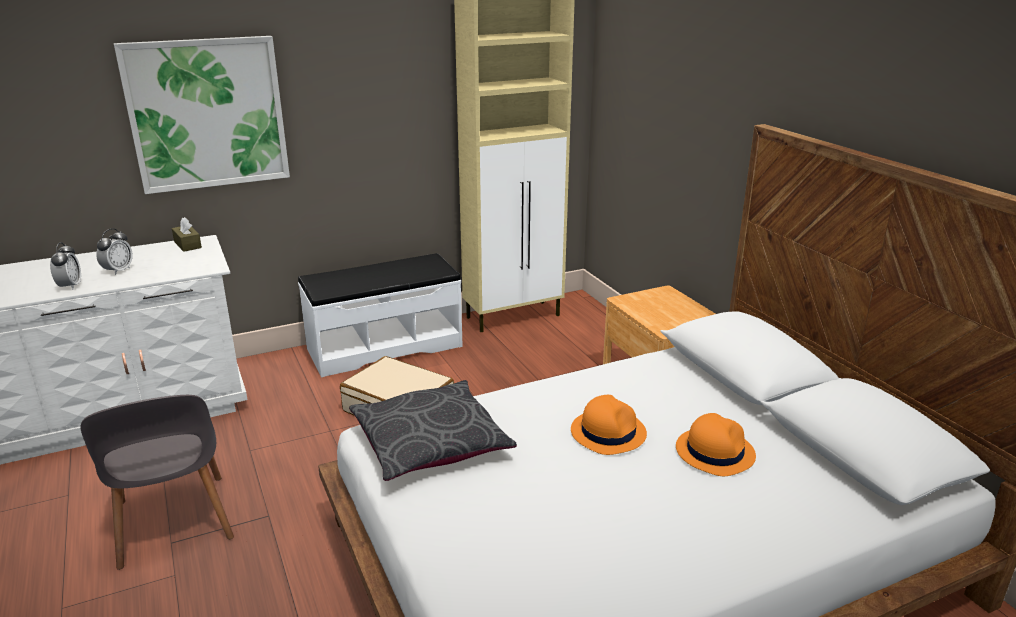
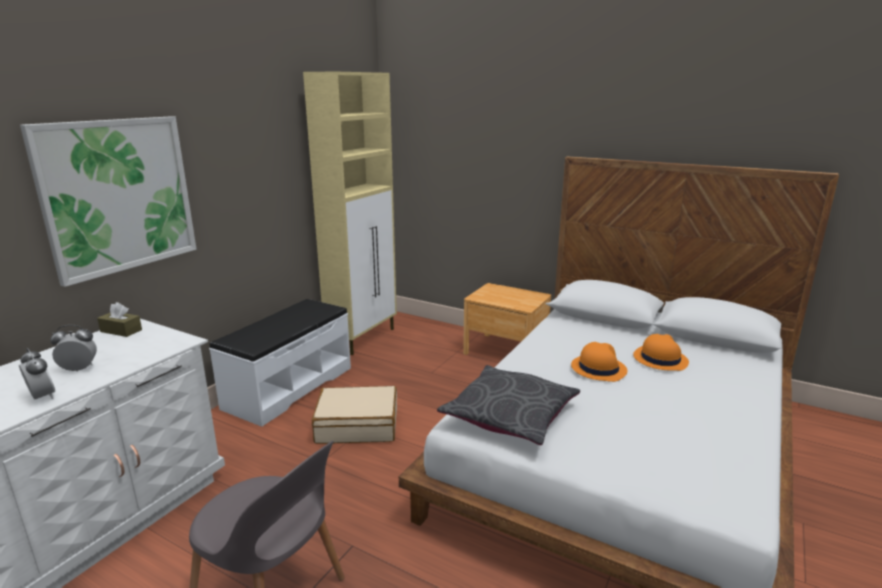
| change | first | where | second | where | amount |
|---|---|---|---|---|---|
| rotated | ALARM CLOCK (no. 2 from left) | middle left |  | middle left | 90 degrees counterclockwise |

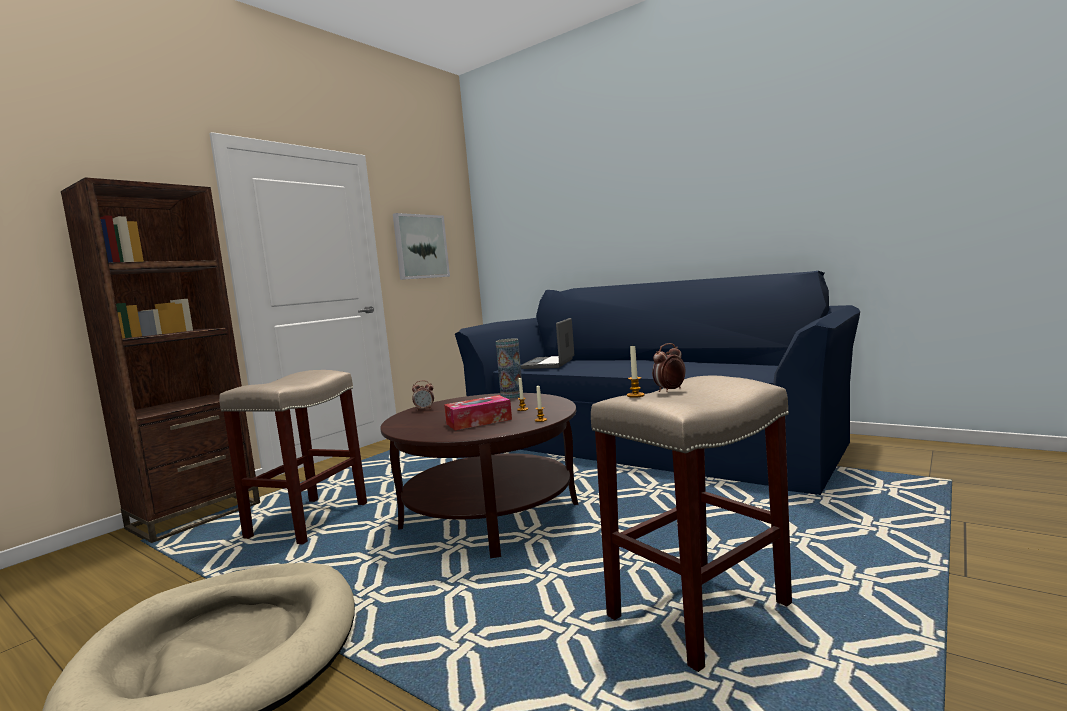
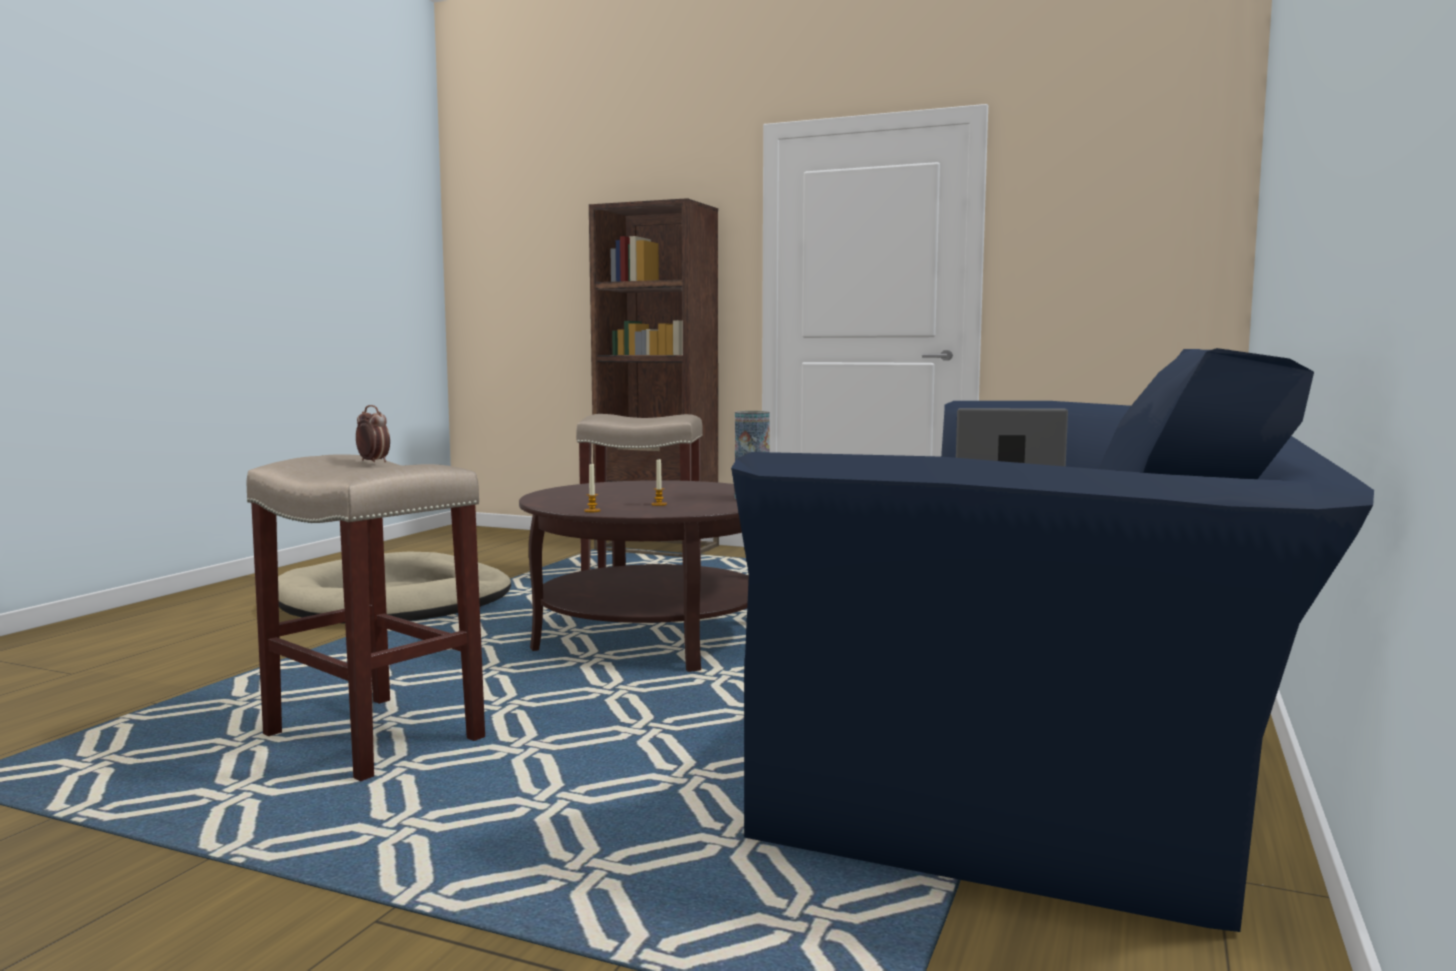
| change | first | where | second | where | amount |
|---|---|---|---|---|---|
| gone | PICTURE | centre |  |  |  |
| gone | ALARM CLOCK (no. 1 from left) | centre |  |  |  |
| gone | TISSUE BOX | centre |  |  |  |
| gone | CANDLE (no. 3 from left) | centre |  |  |  |

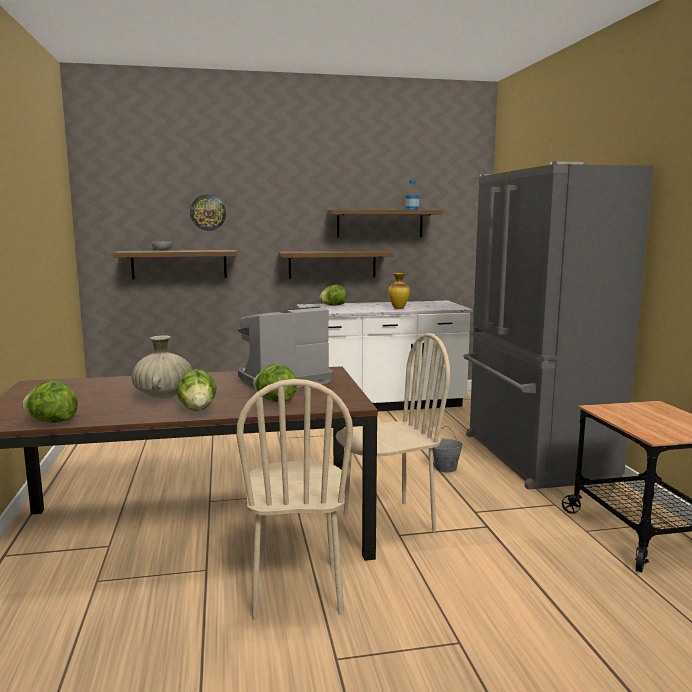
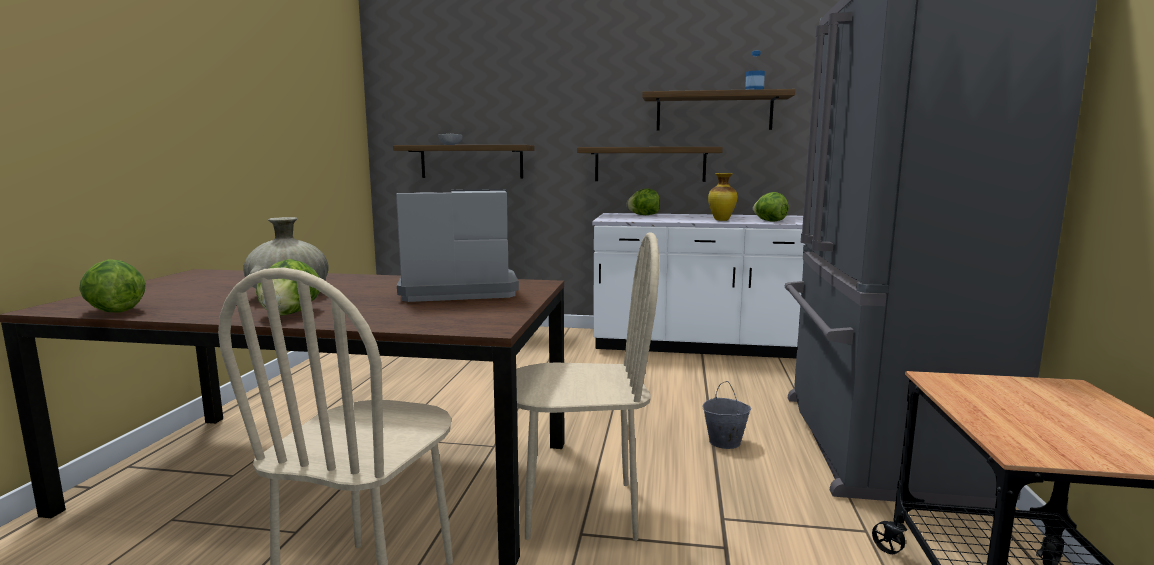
| change | first | where | second | where | amount |
|---|---|---|---|---|---|
| shifted | LETTUCE (no. 3 from left in the first image) | centre | LETTUCE (no. 4 from left) | middle right |  |
| gone | WALL CLOCK | top left |  |  |  |

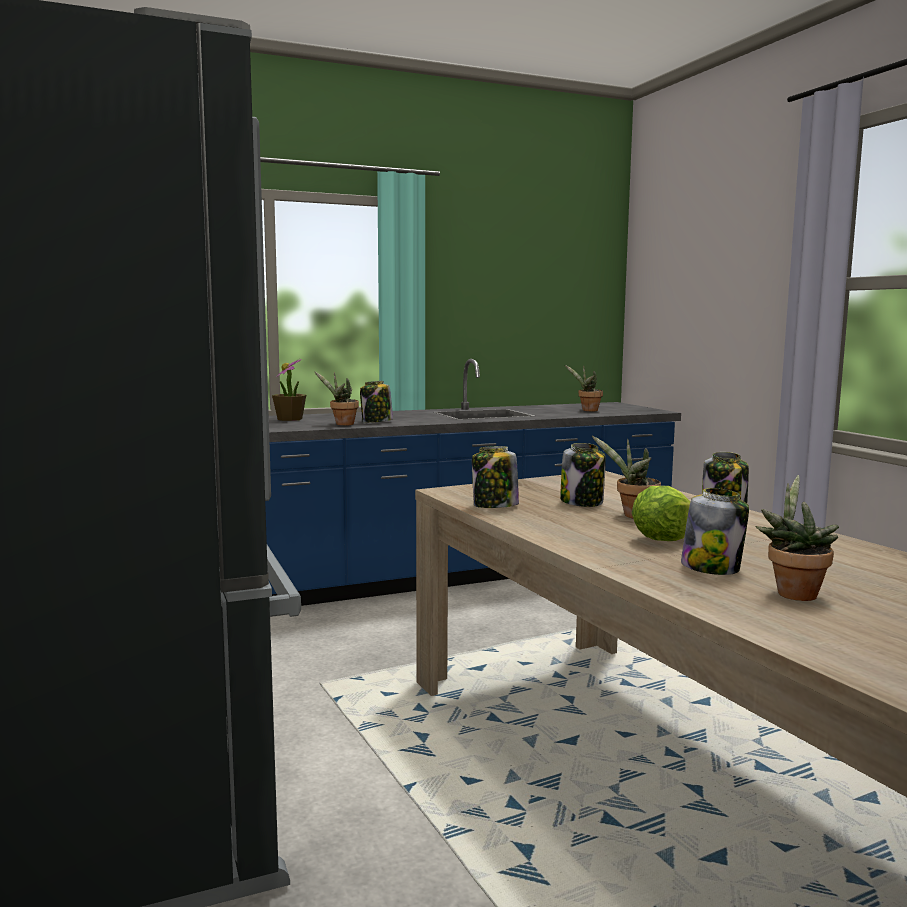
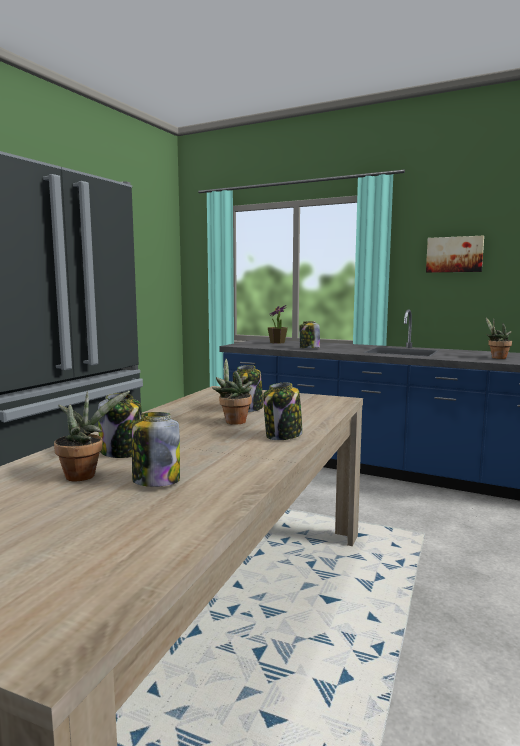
| change | first | where | second | where | amount |
|---|---|---|---|---|---|
| shifted | JAR (no. 2 from left) | centre |  | middle left |  |
| new |  |  | PICTURE | middle right |  |
| gone | POTTED PLANT (no. 2 from left) | centre |  |  |  |
| gone | LETTUCE | middle right |  |  |  |

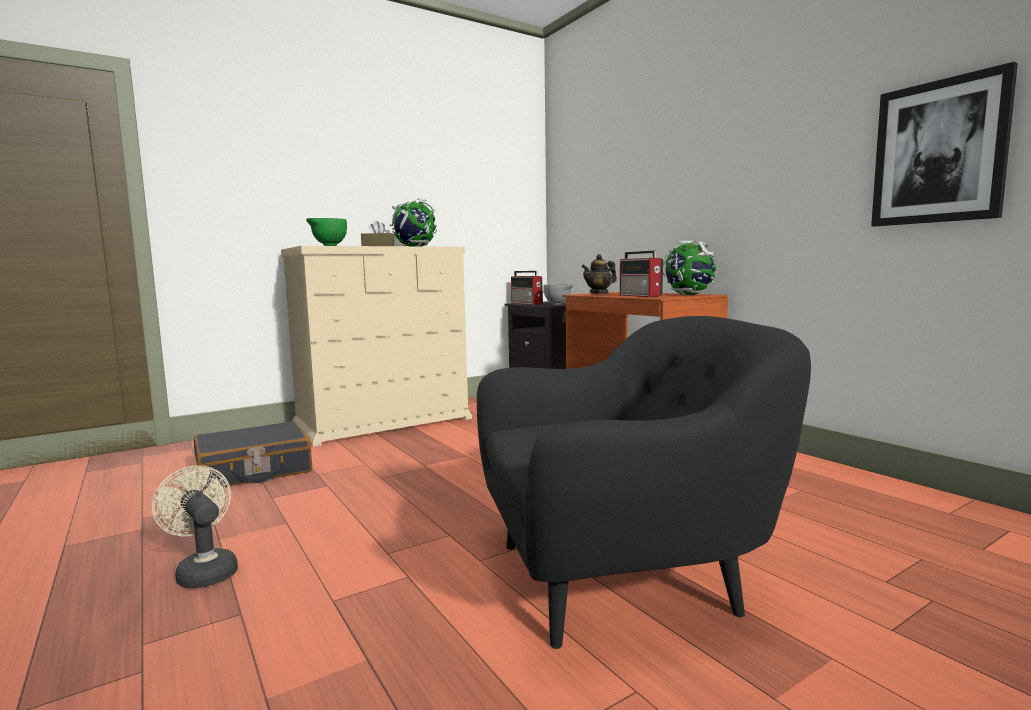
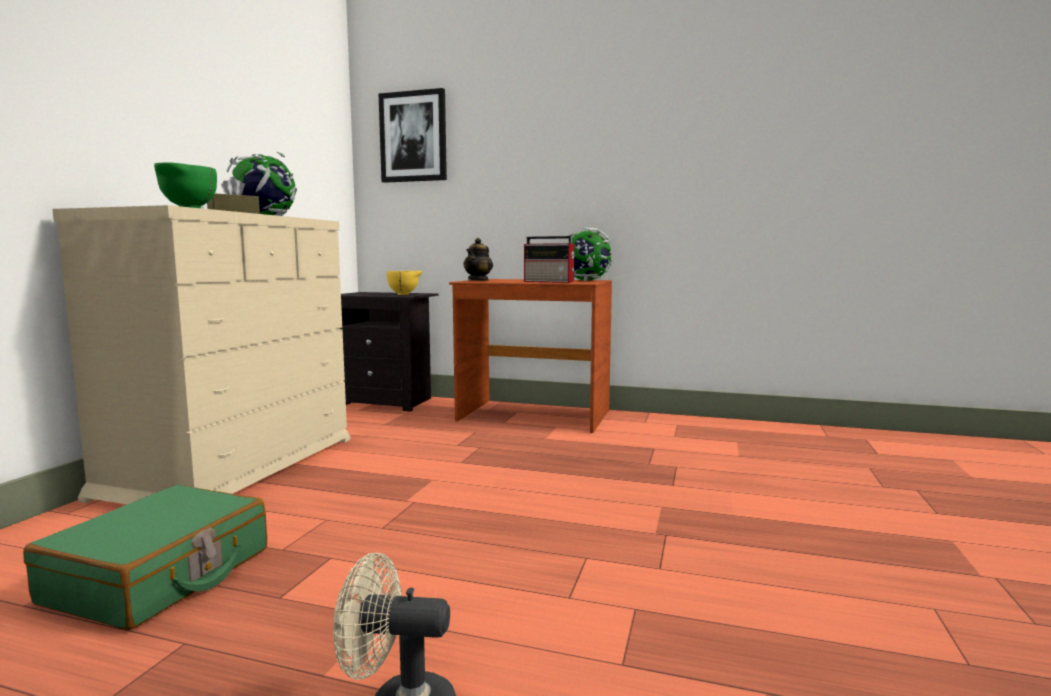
| change | first | where | second | where | amount |
|---|---|---|---|---|---|
| repainted | BLACK SUITCASE | middle left | GREEN SUITCASE | bottom left |  |
| shifted | PICTURE | top right |  | top centre |  |
| repainted | GREY BOWL | centre | YELLOW BOWL | centre |  |
| gone | BLACK ARMCHAIR | bottom centre |  |  |  |
| gone | RADIO (no. 1 from left) | centre |  |  |  |

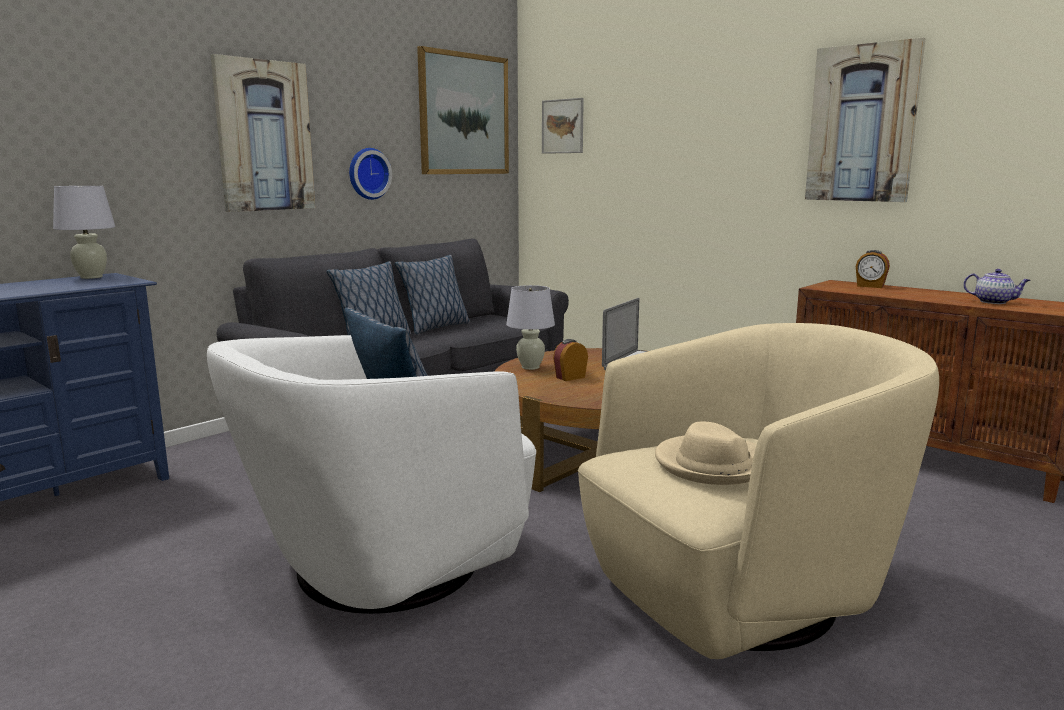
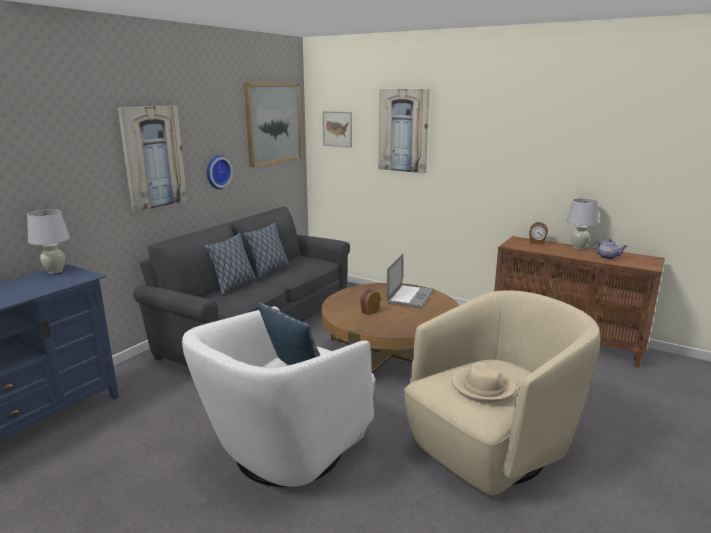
| change | first | where | second | where | amount |
|---|---|---|---|---|---|
| shifted | PICTURE (no. 4 from left) | top right |  | top centre |  |
| shifted | WHITE TABLE LAMP (no. 2 from left) | centre |  | middle right |  |

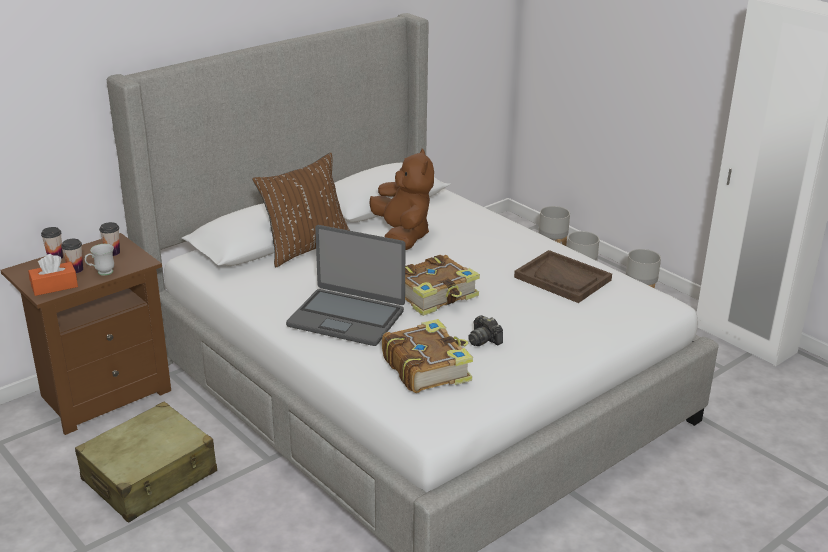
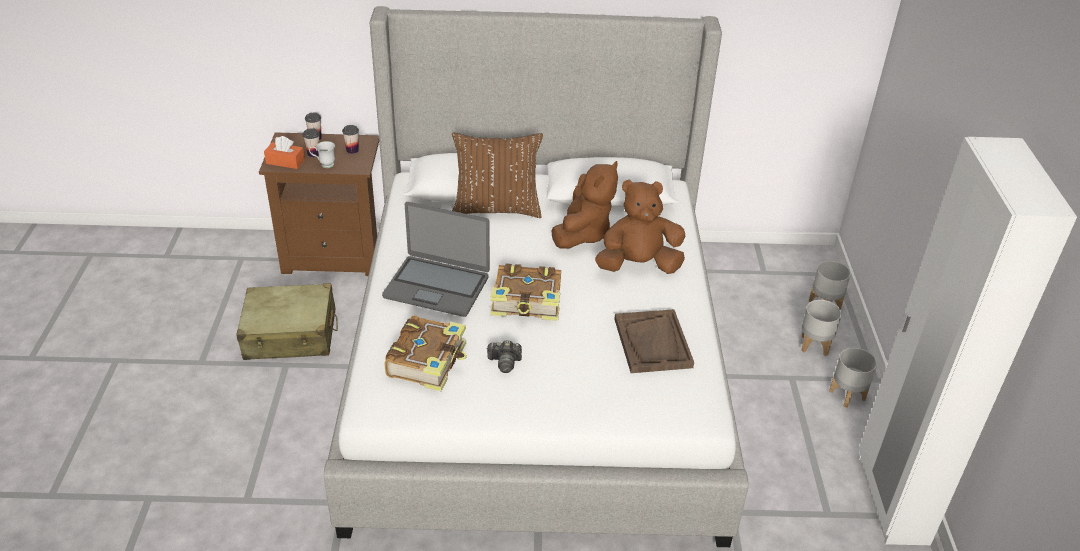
| change | first | where | second | where | amount |
|---|---|---|---|---|---|
| rotated | LAPTOP | centre |  | centre | 45 degrees counterclockwise |
| rotated | PHOTO CAMERA | centre |  | centre | 90 degrees counterclockwise |
| new |  |  | BROWN PLUSH TOY (no. 2 from left) | centre |  |

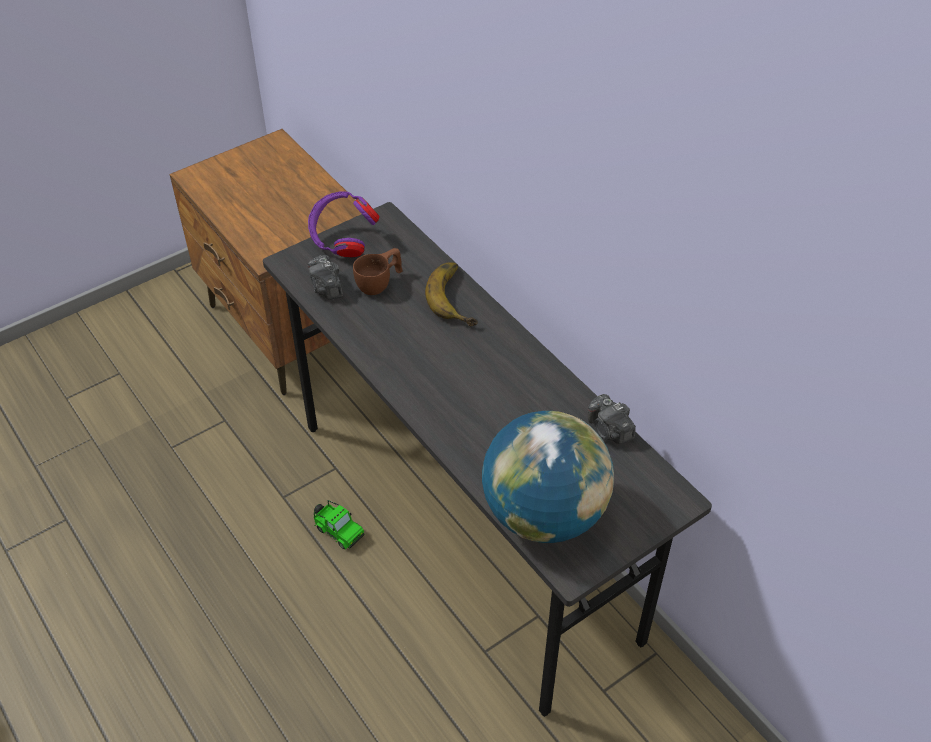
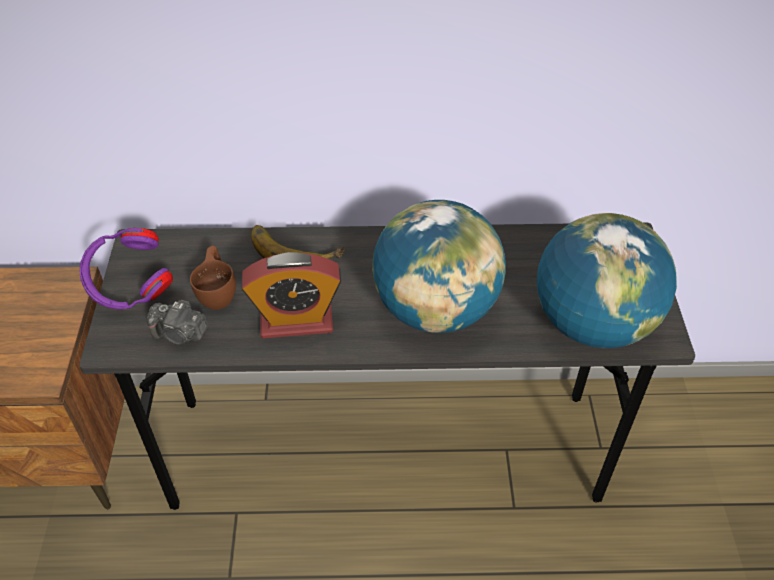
| change | first | where | second | where | amount |
|---|---|---|---|---|---|
| new |  |  | ALARM CLOCK | centre |  |
| new |  |  | GLOBE (no. 1 from left) | centre |  |
| gone | TOY CAR | bottom centre |  |  |  |
| gone | PHOTO CAMERA (no. 2 from left) | centre |  |  |  |

